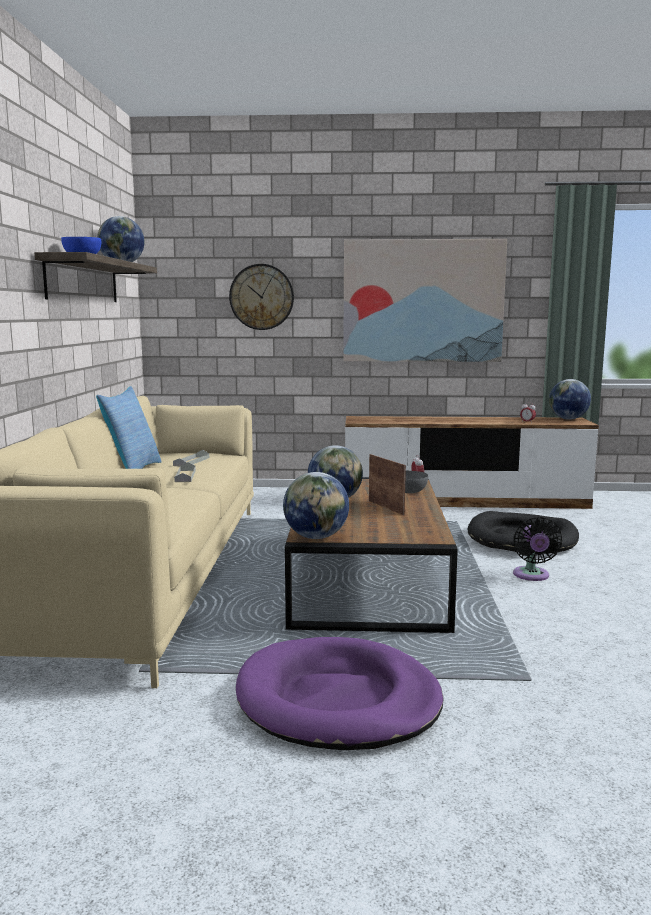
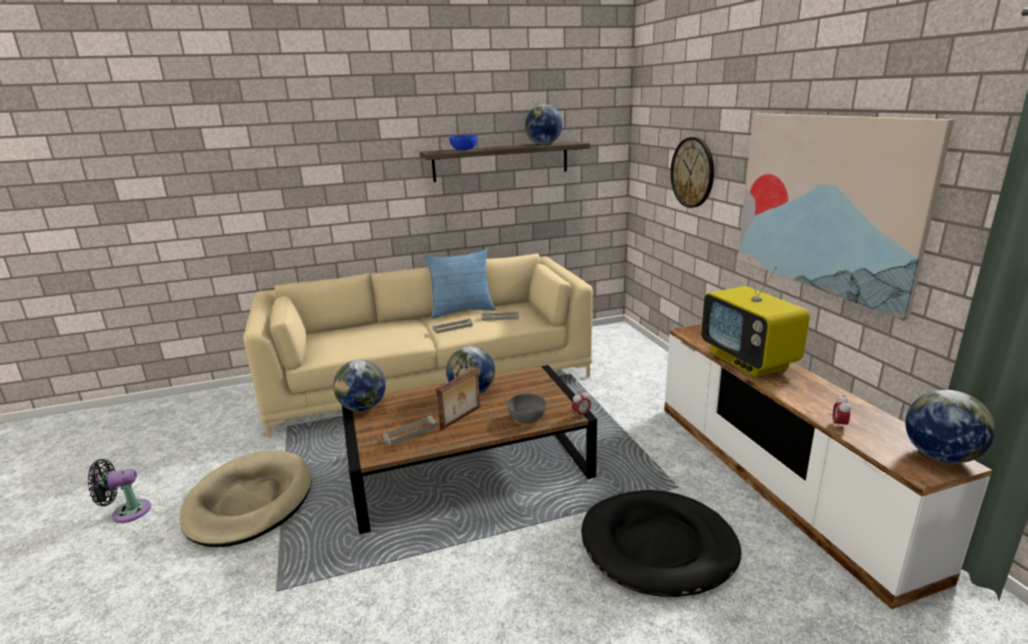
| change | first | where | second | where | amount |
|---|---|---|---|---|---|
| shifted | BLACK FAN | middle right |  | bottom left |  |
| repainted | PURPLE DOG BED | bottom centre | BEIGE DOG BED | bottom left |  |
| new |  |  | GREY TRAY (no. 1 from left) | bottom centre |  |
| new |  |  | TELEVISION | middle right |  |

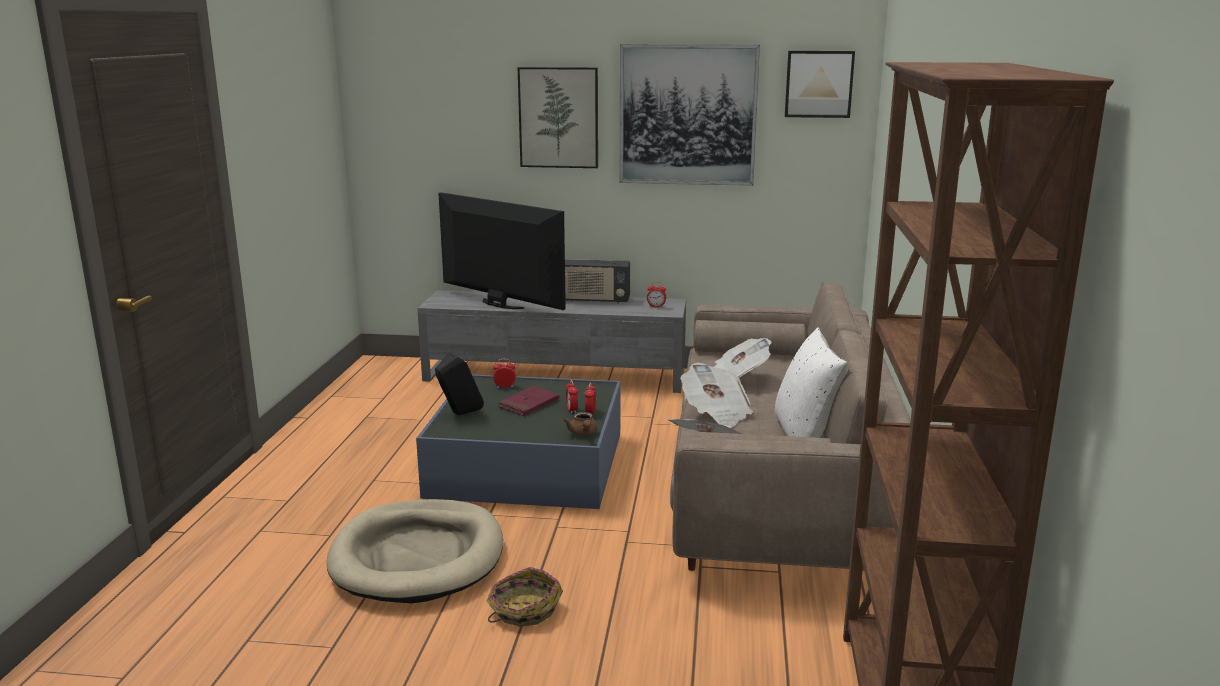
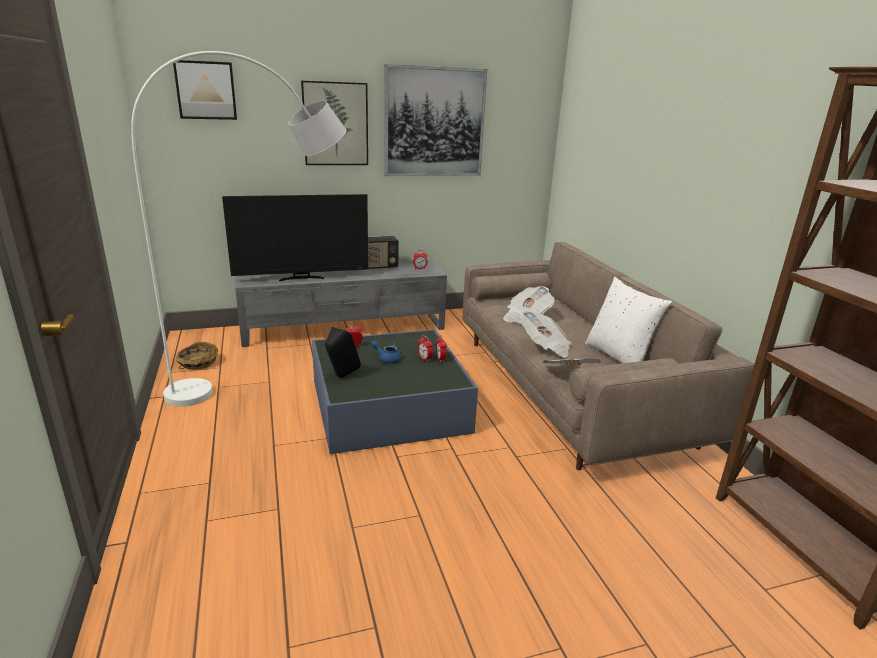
| change | first | where | second | where | amount |
|---|---|---|---|---|---|
| new |  |  | WHITE FLOOR LAMP | middle left |  |
| shifted | PICTURE (no. 3 from left in the first image) | top right | PICTURE (no. 1 from left) | top left |  |
| shifted | BASKET | bottom centre |  | middle left |  |
| rotated | TELEVISION | centre |  | centre | 150 degrees clockwise |
| swapped | RED BOOK | centre | BLUE TEAPOT | centre |  |
| gone | BEIGE DOG BED | bottom centre |  |  |  |
| gone | BROWN TEAPOT | centre |  |  |  |

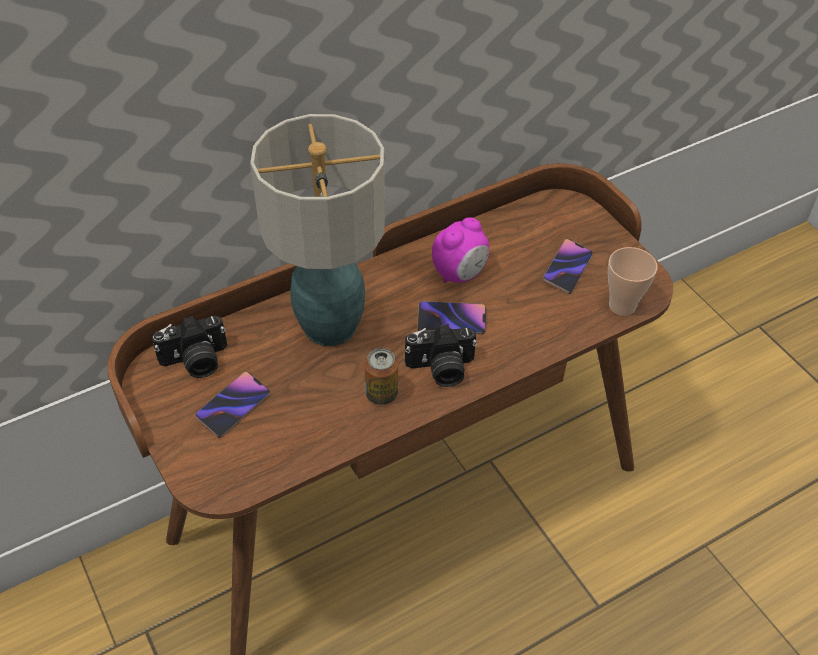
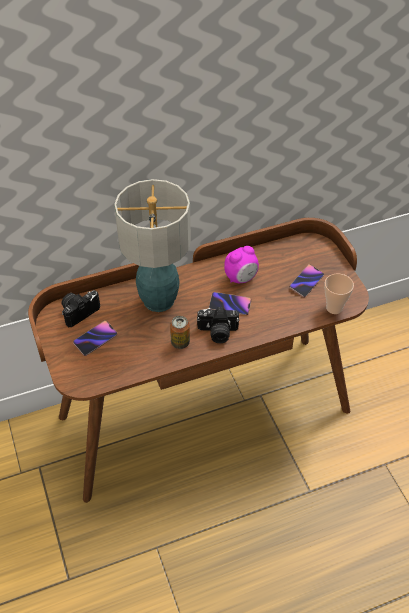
| change | first | where | second | where | amount |
|---|---|---|---|---|---|
| rotated | PHOTO CAMERA (no. 1 from left) | middle left |  | middle left | 150 degrees clockwise |

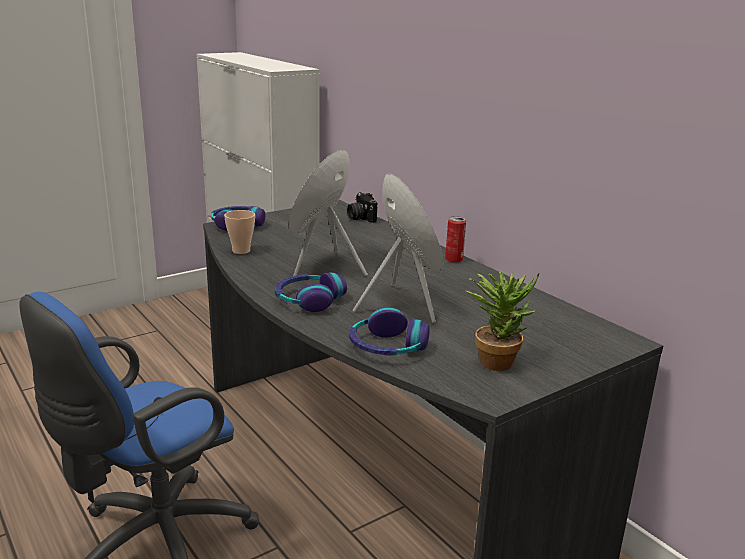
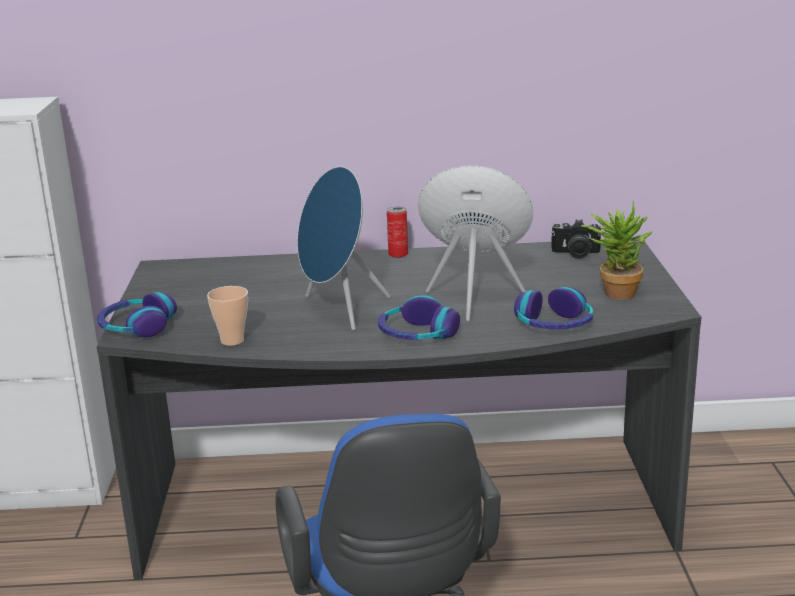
| change | first | where | second | where | amount |
|---|---|---|---|---|---|
| shifted | PHOTO CAMERA | centre |  | middle right |  |

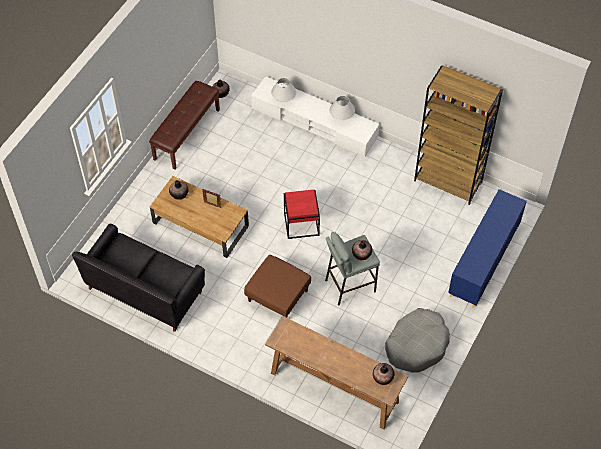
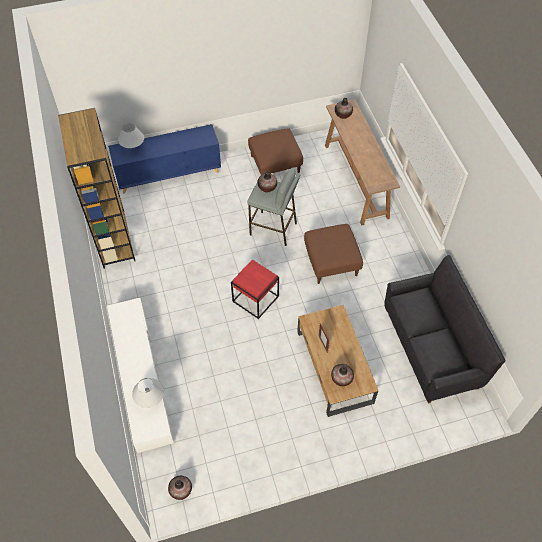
| change | first | where | second | where | amount |
|---|---|---|---|---|---|
| shifted | WHITE TABLE LAMP (no. 2 from left in the first image) | top centre | WHITE TABLE LAMP (no. 1 from left) | top left |  |
| swapped | GREY DOG BED | bottom right | BROWN OTTOMAN (no. 1 from left) | top centre |  |
| gone | BROWN BENCH | top left |  |  |  |

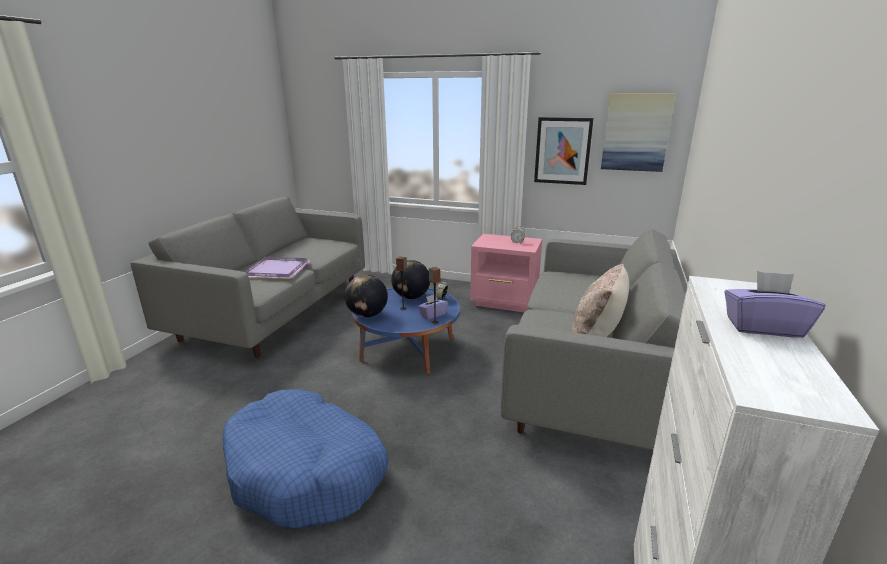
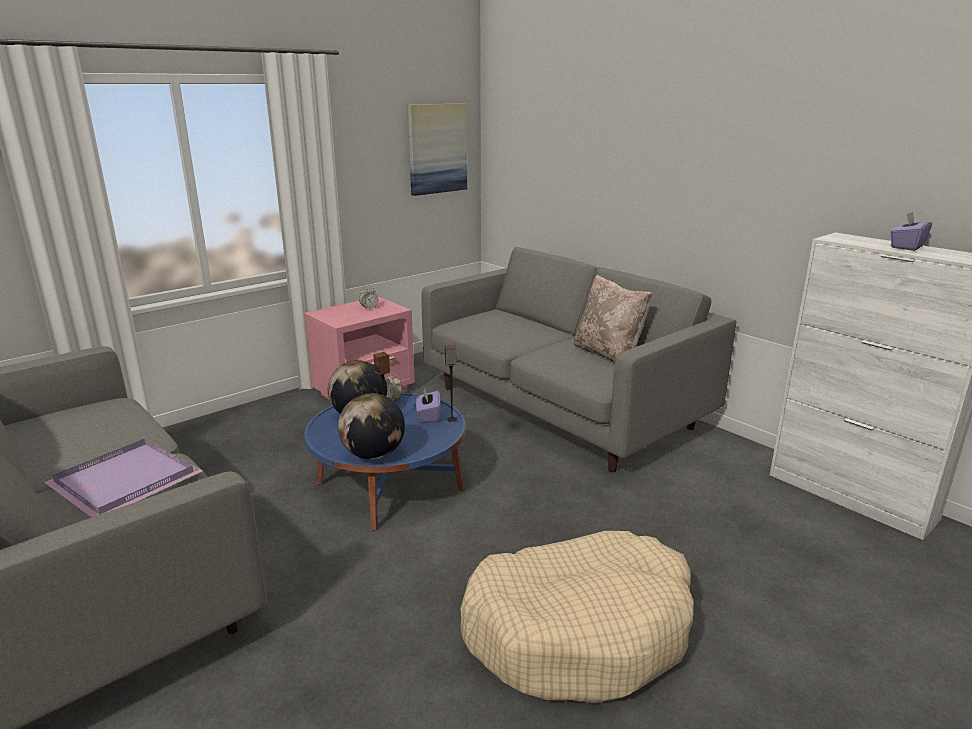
| change | first | where | second | where | amount |
|---|---|---|---|---|---|
| repainted | BLUE DOG BED | bottom centre | BEIGE DOG BED | bottom centre |  |
| gone | PICTURE (no. 1 from left) | top centre |  |  |  |

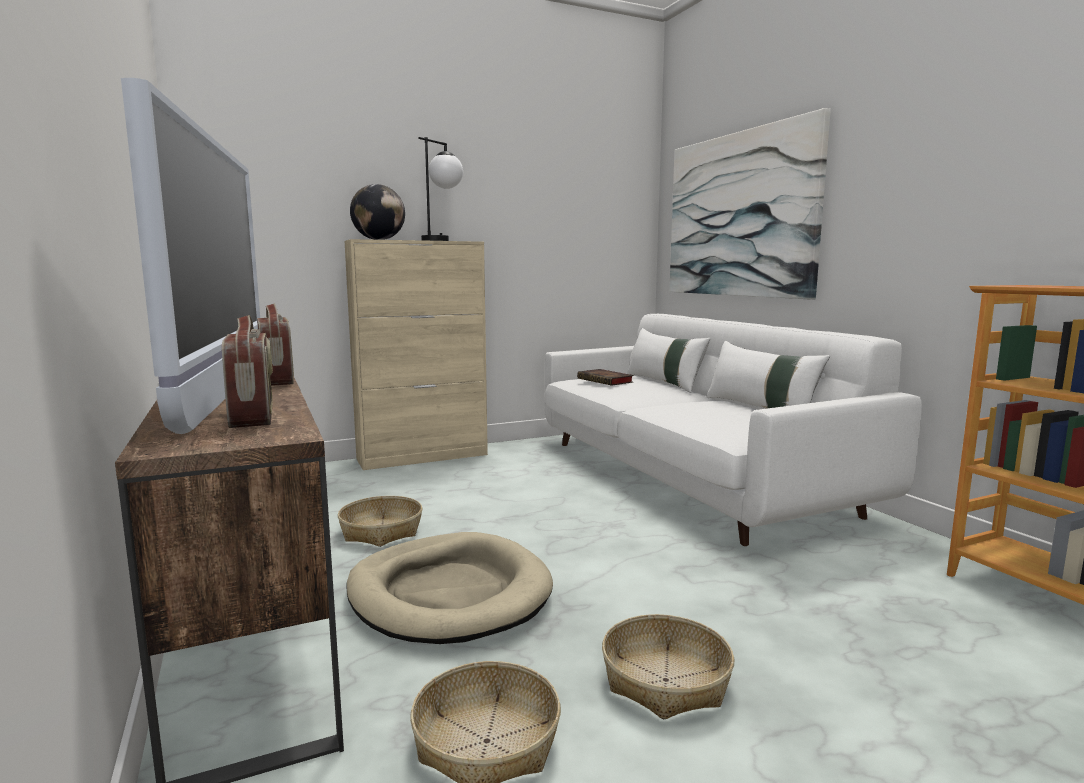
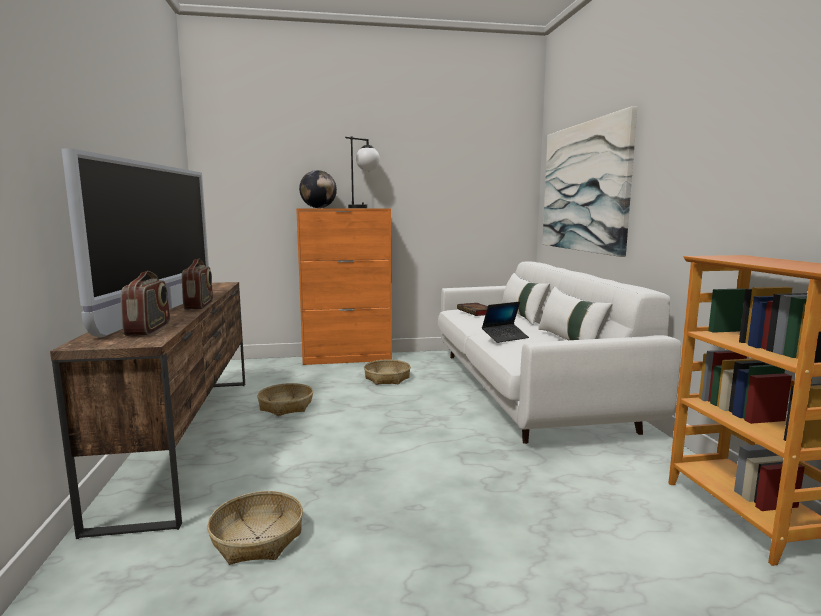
| change | first | where | second | where | amount |
|---|---|---|---|---|---|
| repainted | BEIGE CABINET | centre | ORANGE CABINET | centre |  |
| shifted | BASKET (no. 3 from left) | bottom centre |  | centre |  |
| new |  |  | LAPTOP | centre |  |
| gone | BEIGE DOG BED | bottom centre |  |  |  |

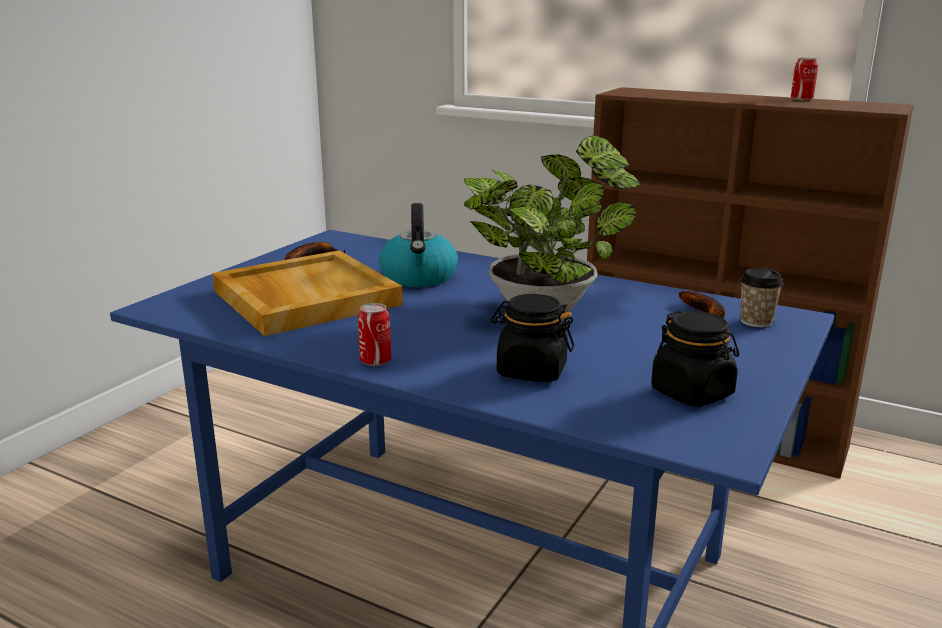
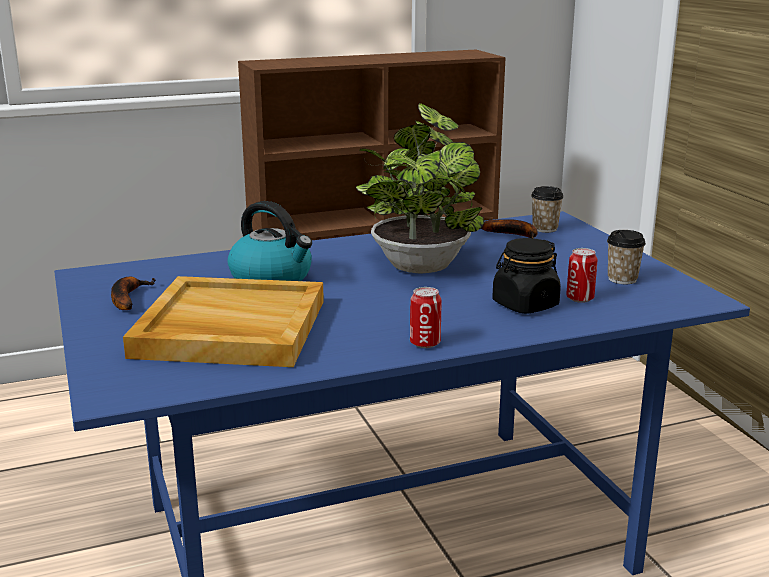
| change | first | where | second | where | amount |
|---|---|---|---|---|---|
| shifted | CAN (no. 2 from left) | top right |  | middle right |  |
| swapped | BLACK JAR (no. 2 from left) | middle right | CUP (no. 2 from left) | middle right |  |

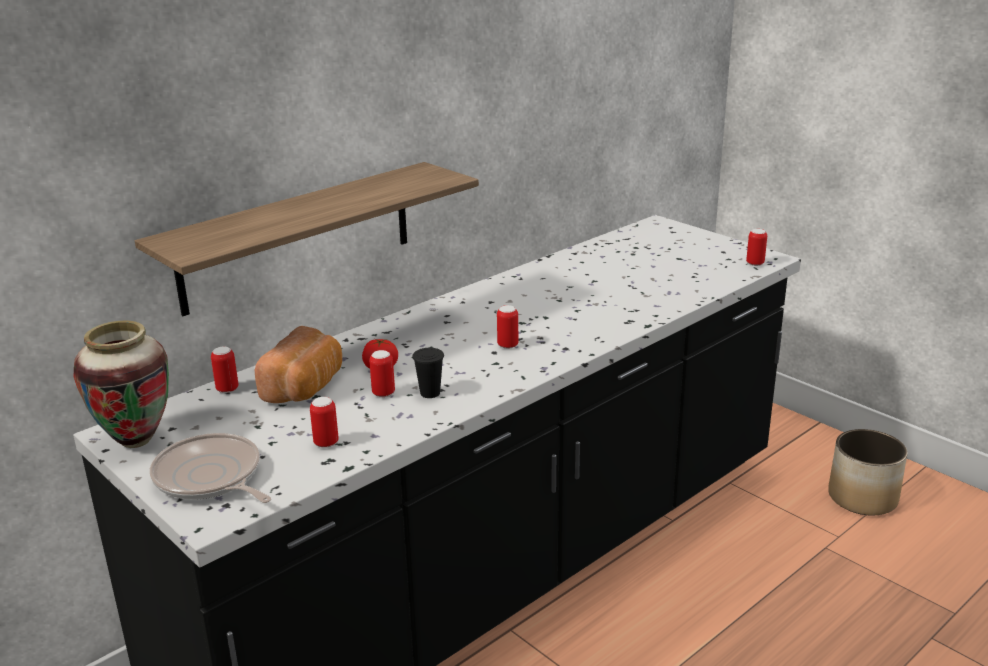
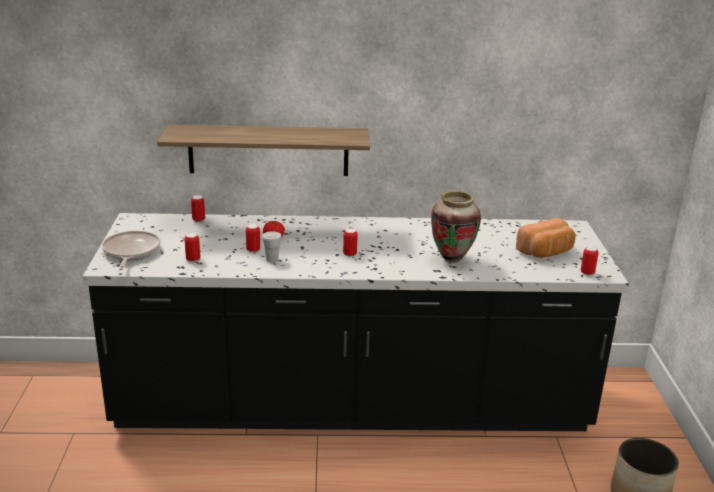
| change | first | where | second | where | amount |
|---|---|---|---|---|---|
| repainted | BLACK CUP | centre | WHITE CUP | centre |  |
| shifted | VASE | middle left |  | centre |  |
| shifted | BREAD | middle left |  | middle right |  |

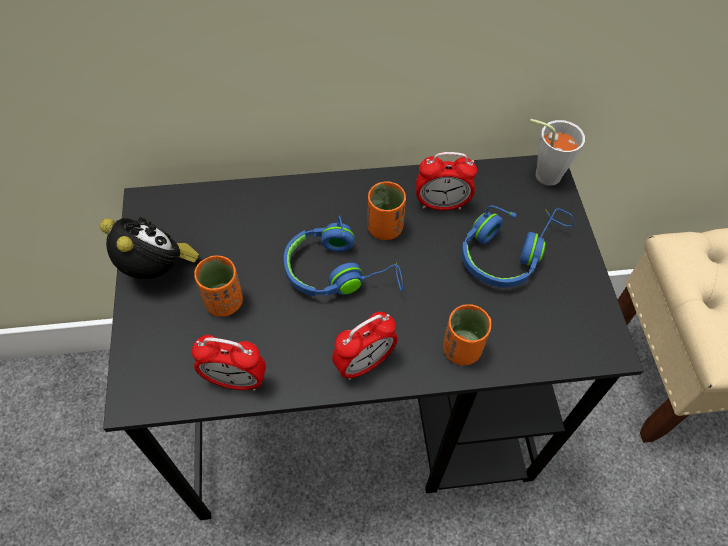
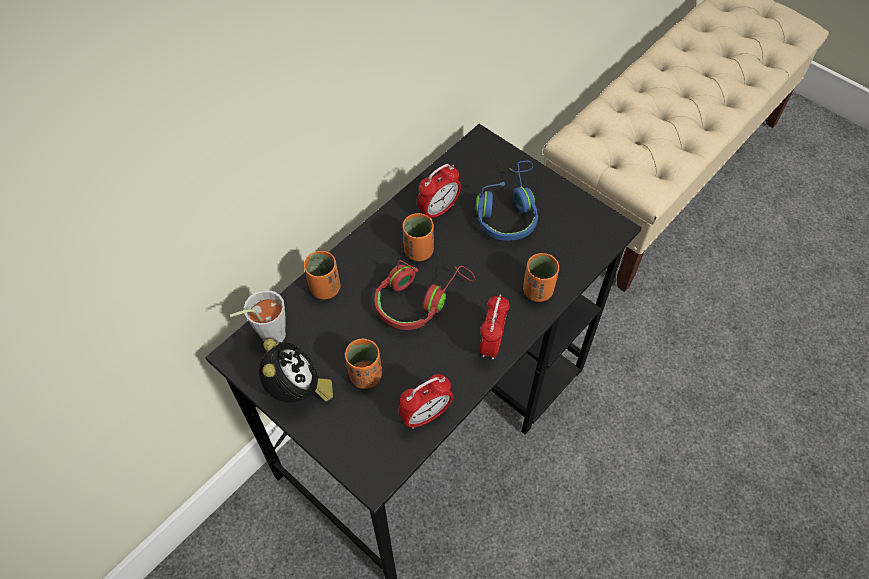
| change | first | where | second | where | amount |
|---|---|---|---|---|---|
| shifted | GREY CUP | top right |  | middle left |  |
| rotated | ALARM CLOCK (no. 1 from left) | middle left |  | centre | 75 degrees clockwise |
| new |  |  | ORANGE CUP (no. 1 from left) | centre |  |
| repainted | BLUE HEADPHONES (no. 1 from left) | centre | RED HEADPHONES | centre |  |

